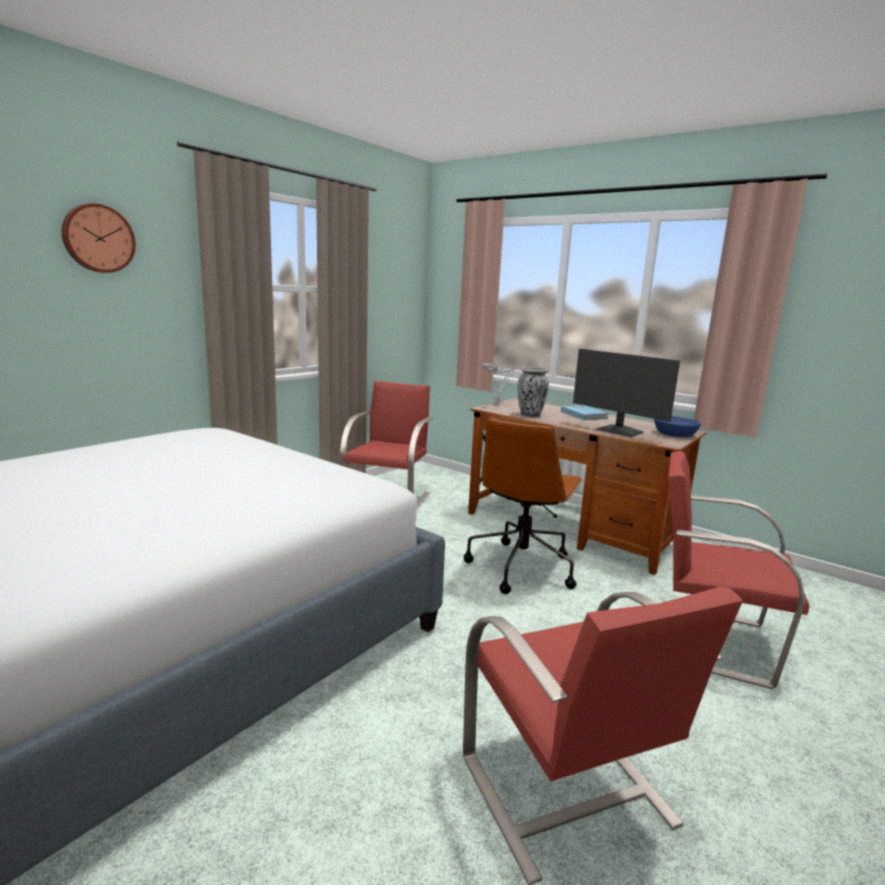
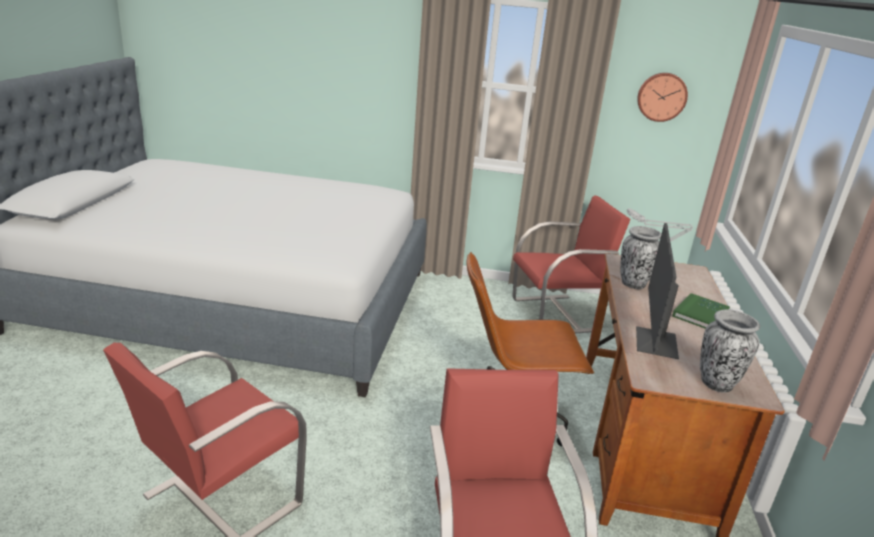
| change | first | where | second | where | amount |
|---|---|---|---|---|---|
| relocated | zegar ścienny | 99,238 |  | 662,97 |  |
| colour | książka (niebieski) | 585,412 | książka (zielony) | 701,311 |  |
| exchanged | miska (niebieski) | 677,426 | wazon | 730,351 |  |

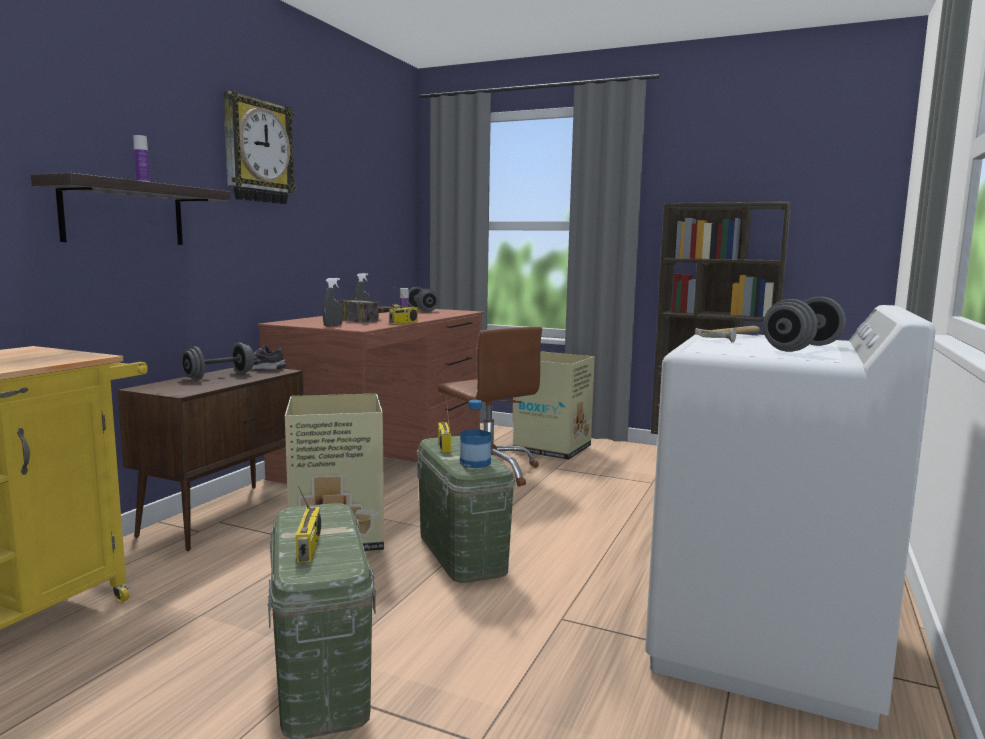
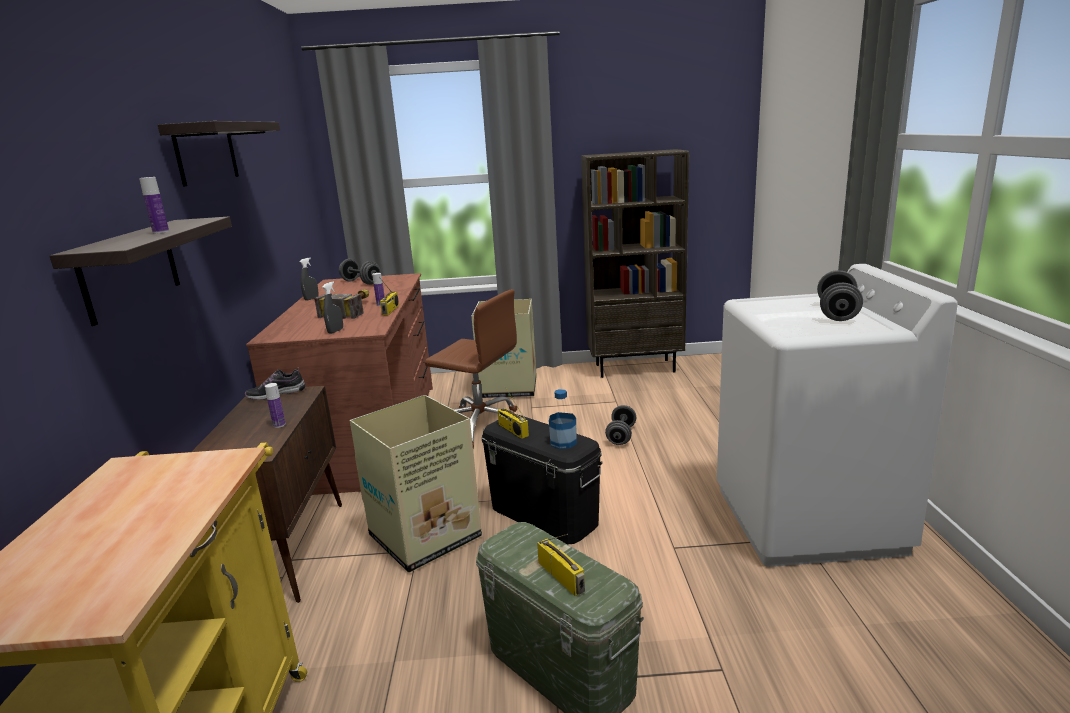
| change | first | where | second | where | amount |
|---|---|---|---|---|---|
| exchanged | zegar ścienny | 259,147 | półka | 219,154 |  |
| missing | młotek | 727,334 |  |  |  |
| relocated | hantel (szary) | 217,361 |  | 620,425 |  |
| colour | pojemnik do przechowywania (zielony) | 466,509 | pojemnik do przechowywania (czarny) | 542,479 |  |
| appeared |  |  | butelka | 275,405 |  |

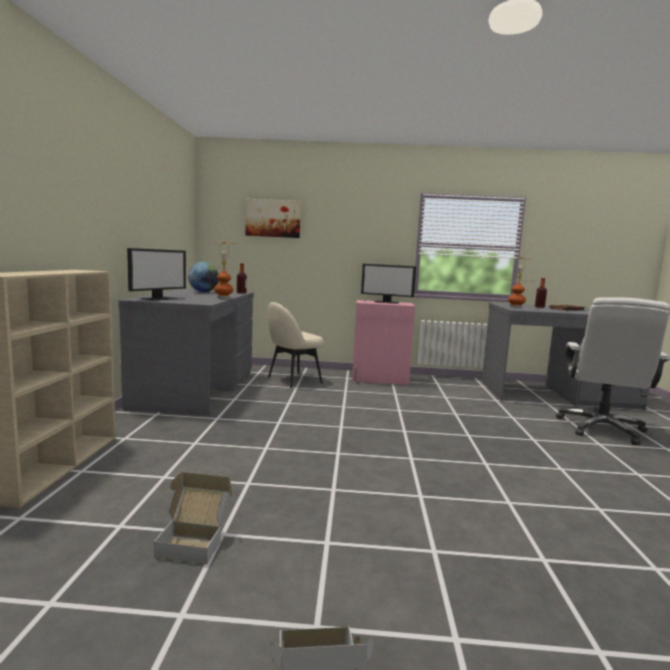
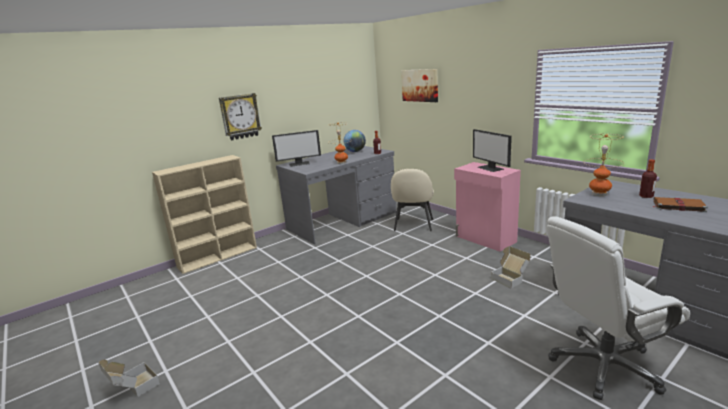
| change | first | where | second | where | amount |
|---|---|---|---|---|---|
| spun | krzesło (beżowy) | 296,345 |  | 412,200 | 90 degrees counterclockwise |
| relocated | karton | 193,518 |  | 511,267 |  |
| appeared |  |  | zegar ścienny | 240,117 |  |

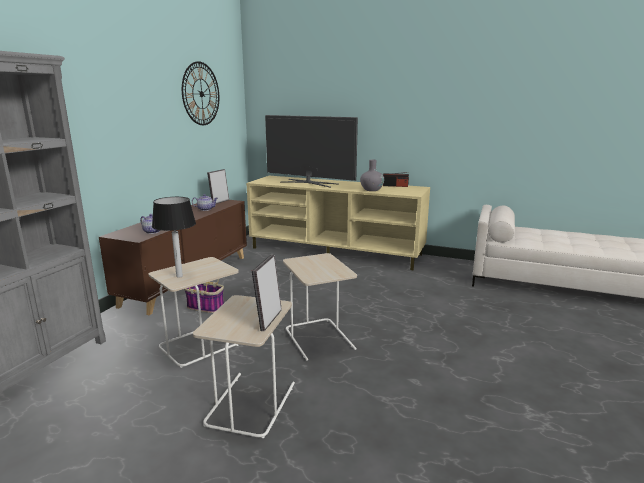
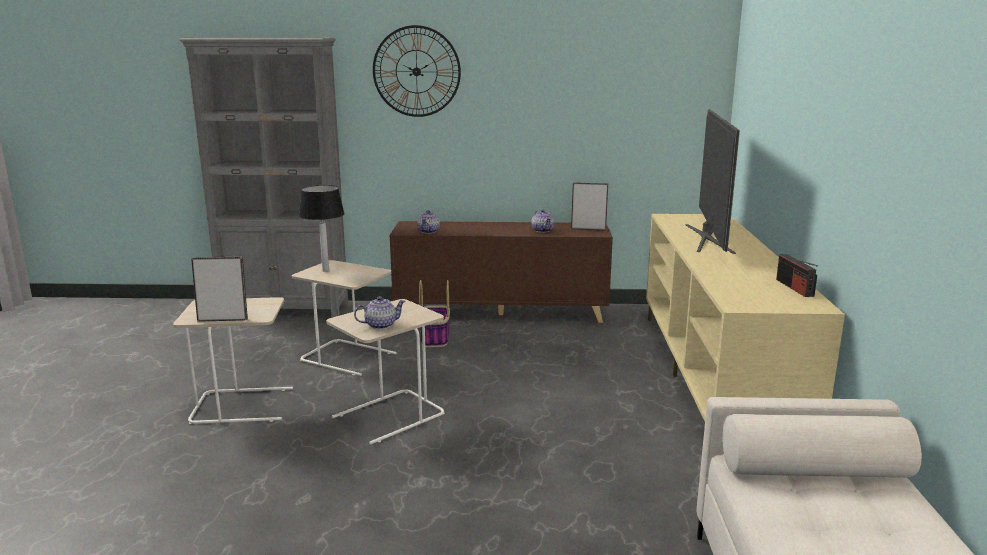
| change | first | where | second | where | amount |
|---|---|---|---|---|---|
| relocated | zegar ścienny | 200,93 |  | 417,71 |  |
| missing | wazon (szary) | 372,175 |  |  |  |
| appeared |  |  | imbryk | 379,312 |  |

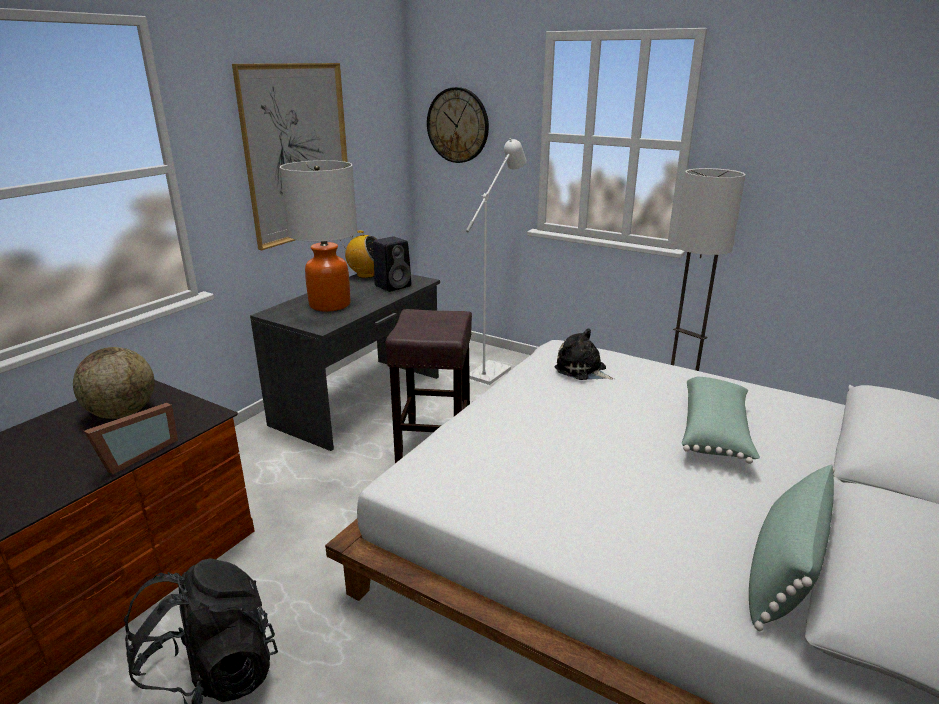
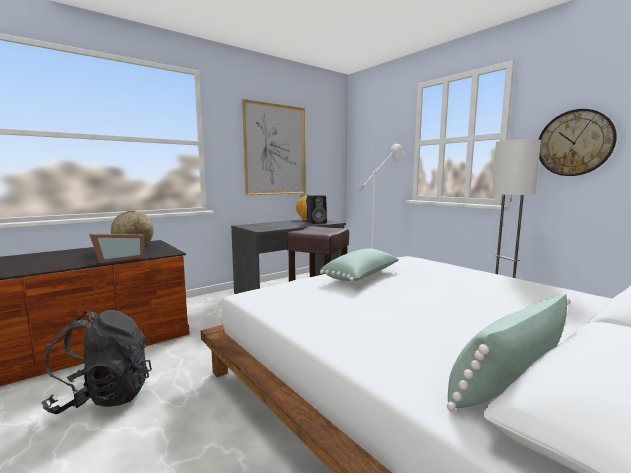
| change | first | where | second | where | amount |
|---|---|---|---|---|---|
| relocated | zegar ścienny | 458,125 |  | 577,142 |  |
| missing | lampa stołowa | 319,236 |  |  |  |
| missing | pluszak | 584,354 |  |  |  |
| relocated | poduszka (zielony) | 721,420 |  | 359,264 |  |

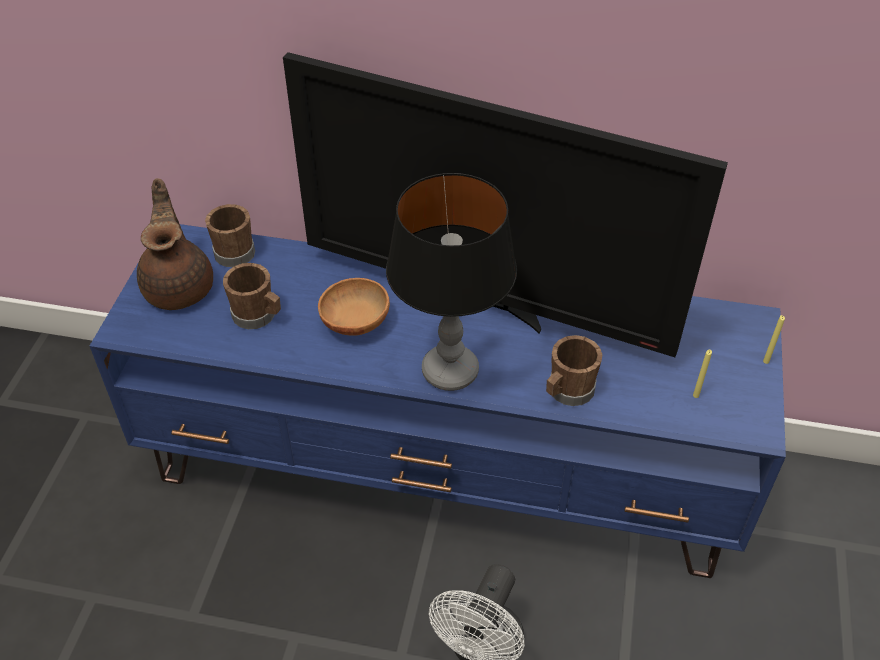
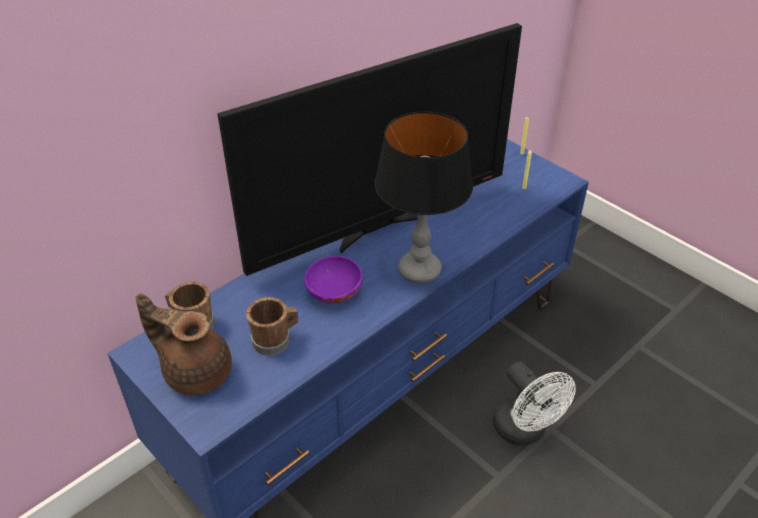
| change | first | where | second | where | amount |
|---|---|---|---|---|---|
| colour | miska (brązowy) | 354,307 | miska (fioletowy) | 333,280 |  |
| missing | kubek (brązowy) | 574,370 |  |  |  |

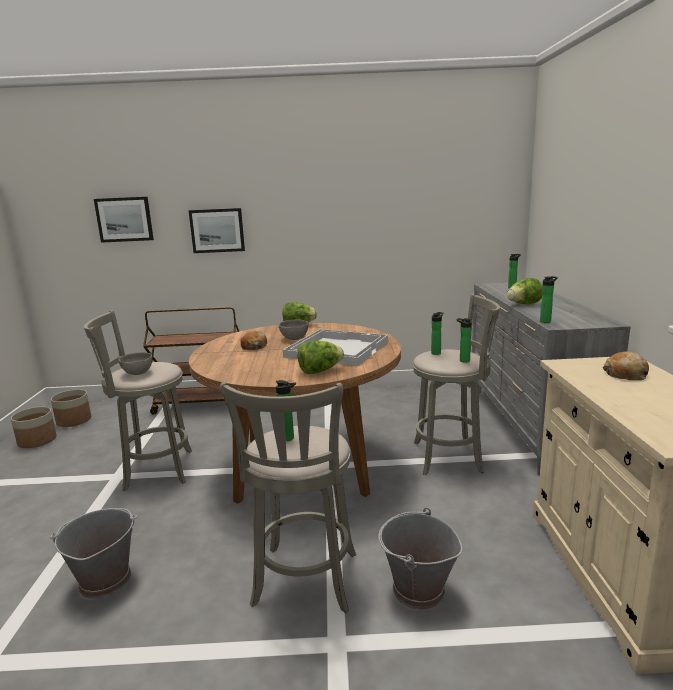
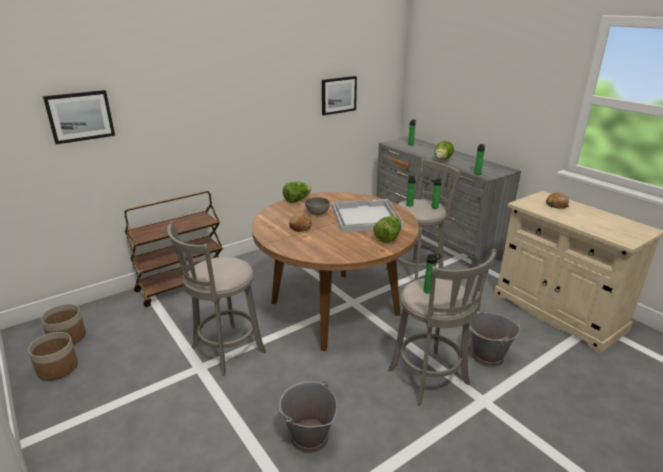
| change | first | where | second | where | amount |
|---|---|---|---|---|---|
| relocated | obraz | 216,230 |  | 339,95 |  |
| missing | miska (szary) | 135,363 |  |  |  |

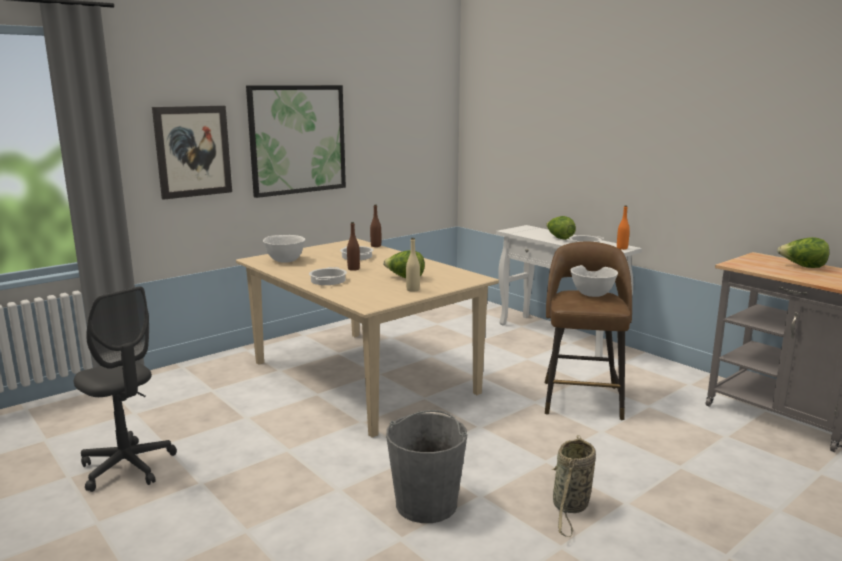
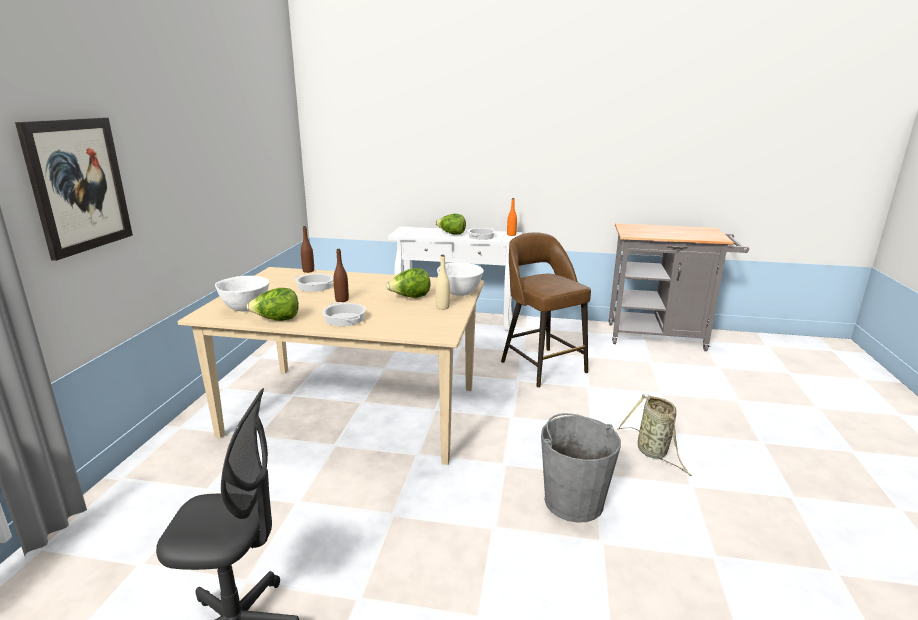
| change | first | where | second | where | amount |
|---|---|---|---|---|---|
| missing | obraz | 296,141 |  |  |  |
| relocated | sałata | 803,252 |  | 272,304 |  |
| relocated | miska (biały) | 594,281 |  | 460,279 |  |

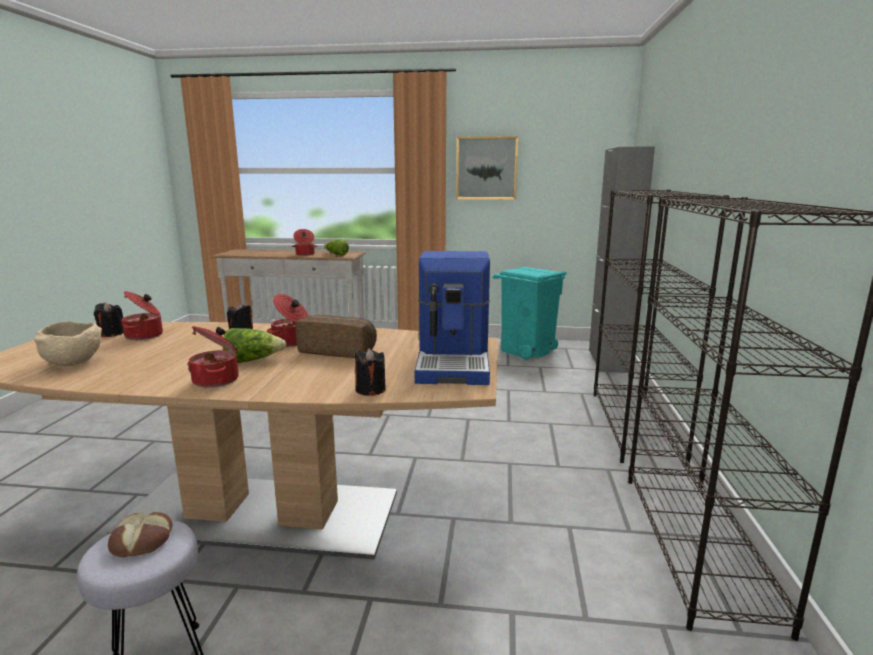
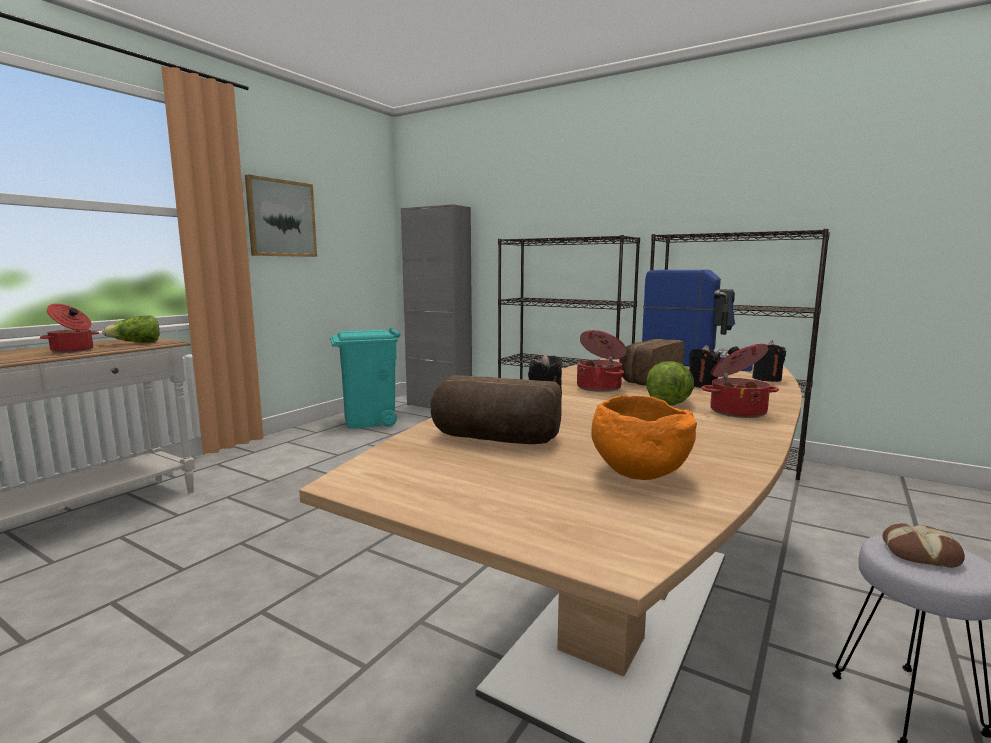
| change | first | where | second | where | amount |
|---|---|---|---|---|---|
| exchanged | garnek | 142,315 | chleb | 496,409 |  |
| relocated | świeca (czarny) | 109,319 |  | 705,367 |  |
| colour | miska (beżowy) | 68,343 | miska (pomarańczowy) | 644,437 |  |

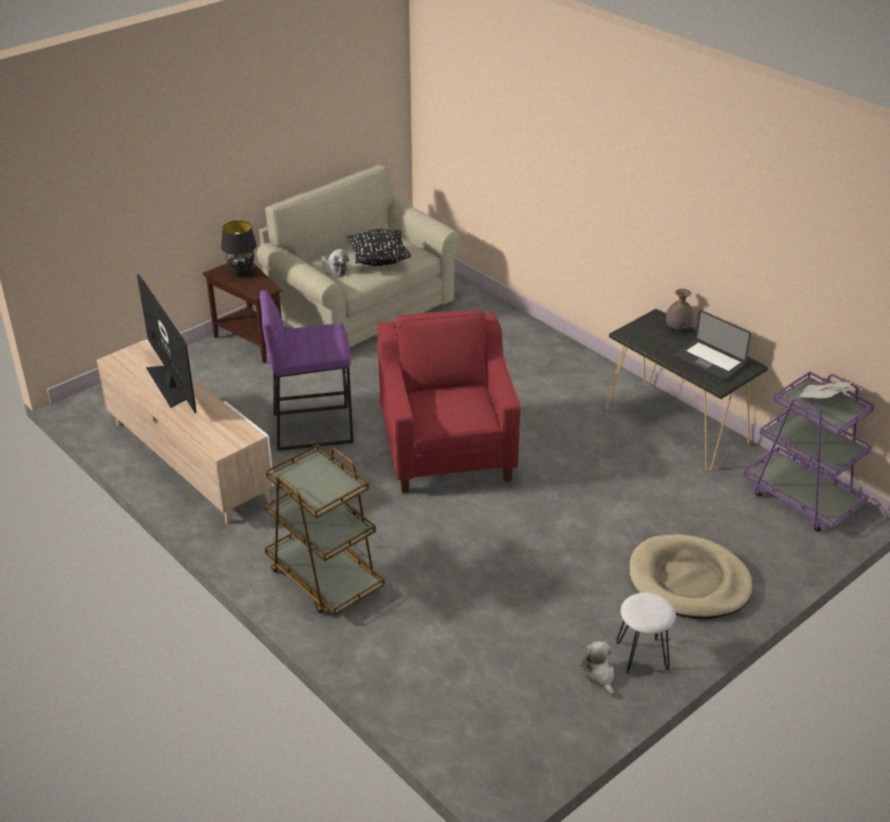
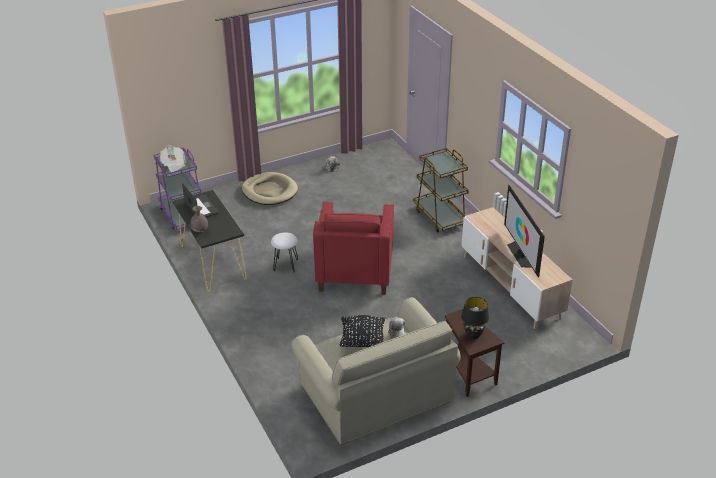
| change | first | where | second | where | amount |
|---|---|---|---|---|---|
| missing | stołek (fioletowy) | 306,370 |  |  |  |
| relocated | stołek (biały) | 646,633 |  | 284,252 |  |

